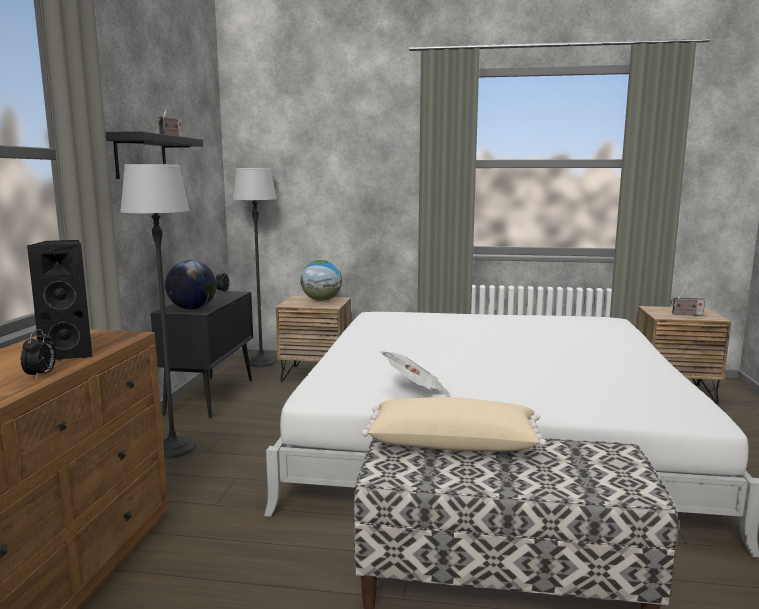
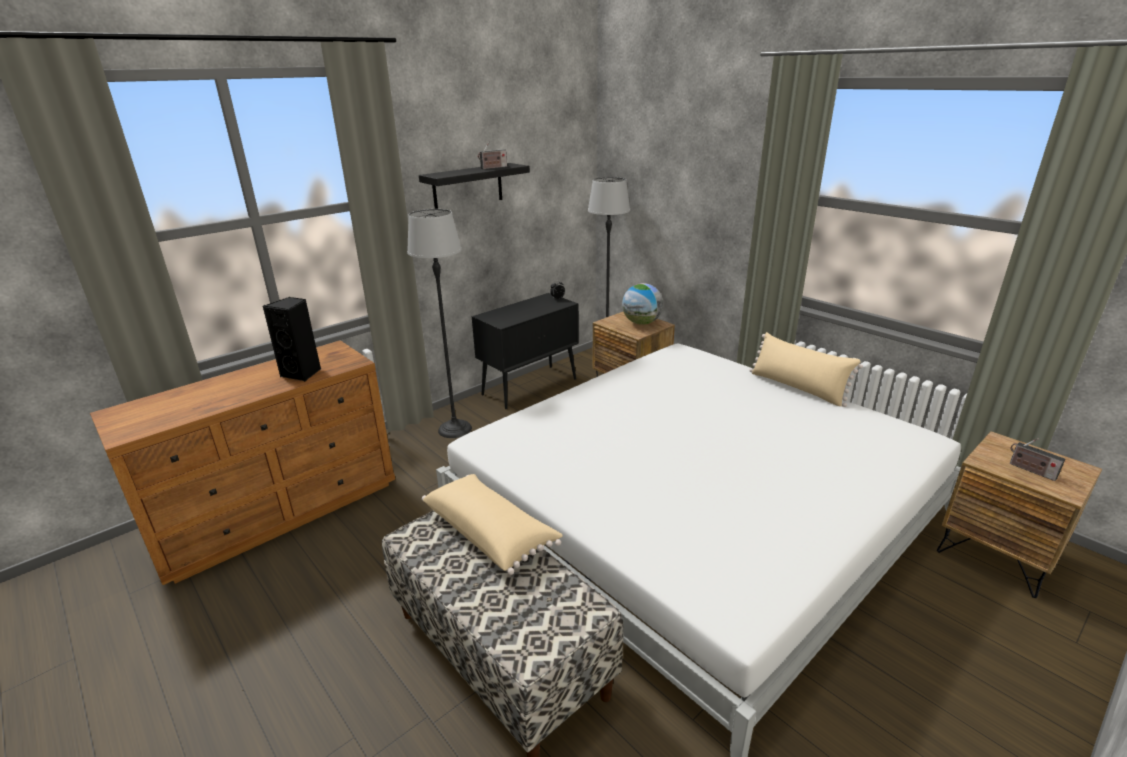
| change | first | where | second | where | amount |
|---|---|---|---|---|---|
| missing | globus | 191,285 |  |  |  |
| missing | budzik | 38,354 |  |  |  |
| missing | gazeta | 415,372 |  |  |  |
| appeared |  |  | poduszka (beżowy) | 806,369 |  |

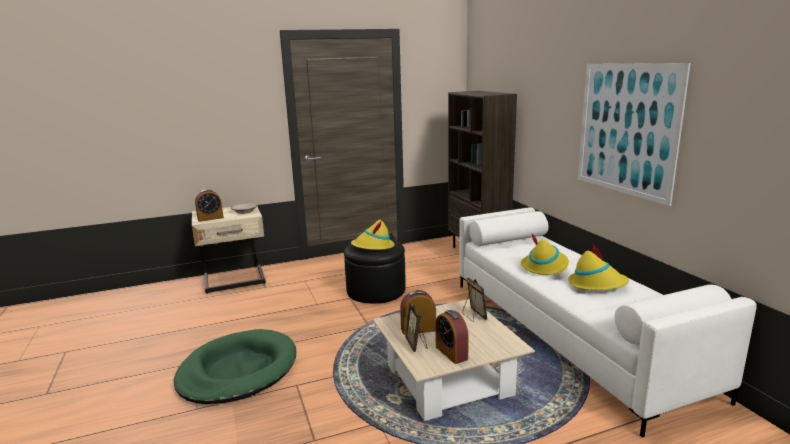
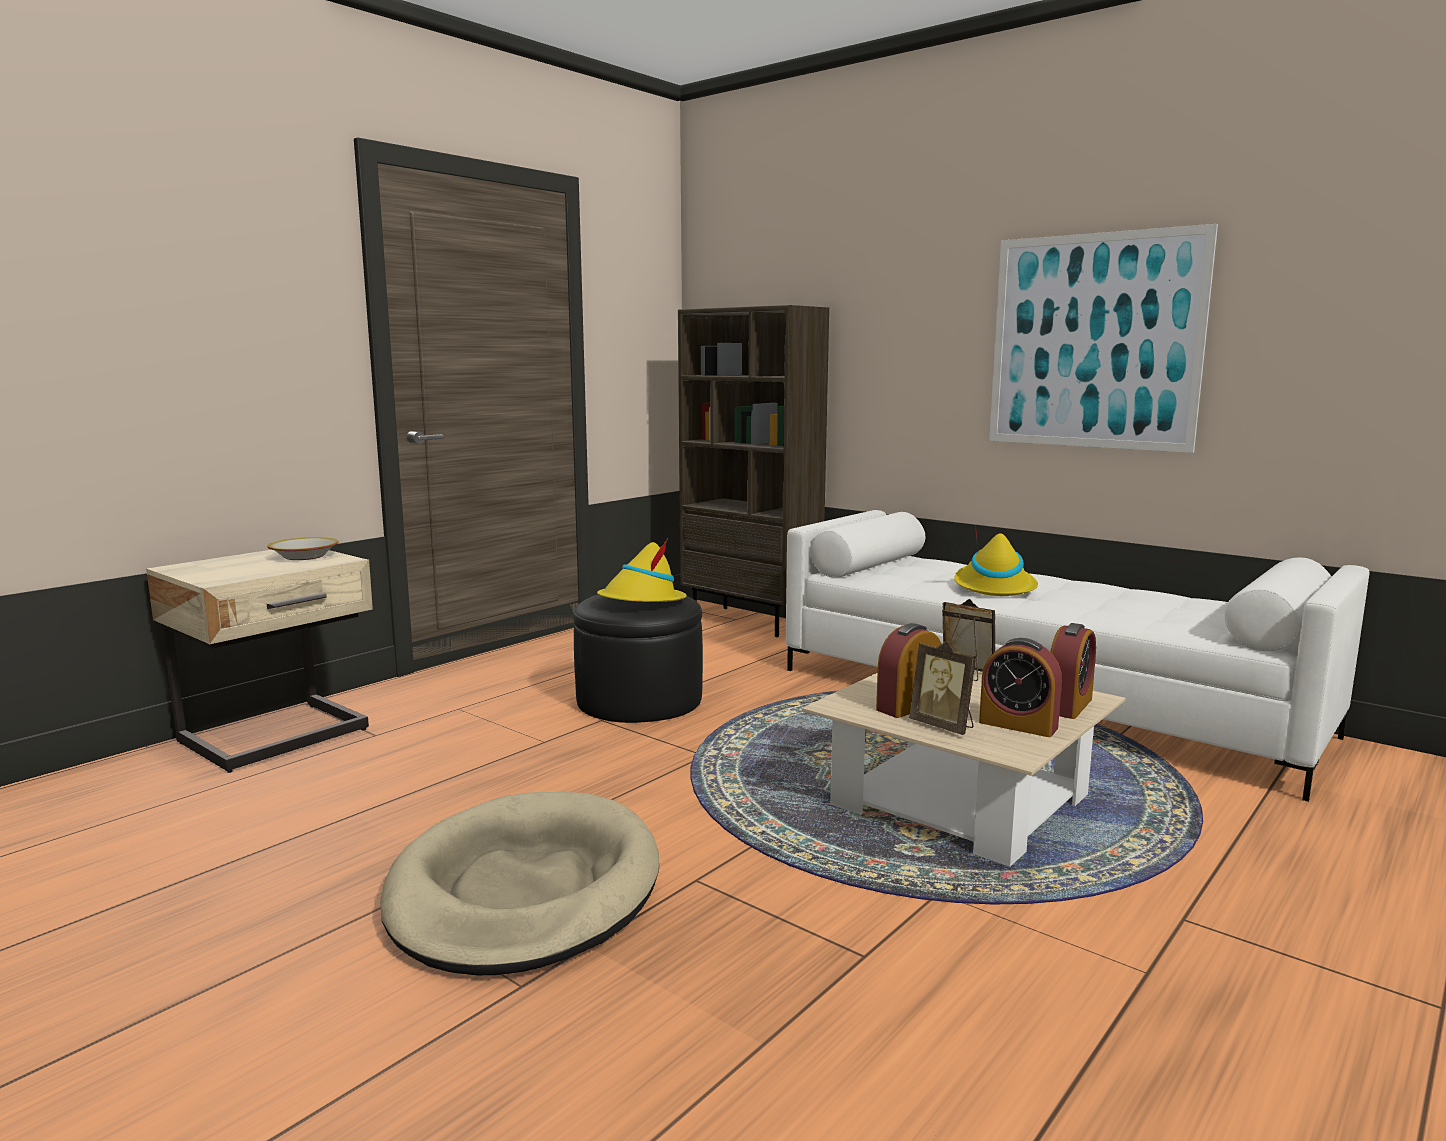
| change | first | where | second | where | amount |
|---|---|---|---|---|---|
| relocated | budzik | 209,205 |  | 1073,671 |  |
| missing | kapelusz (żółty) | 598,266 |  |  |  |
| colour | legowisko (zielony) | 235,366 | legowisko (beżowy) | 519,883 |  |

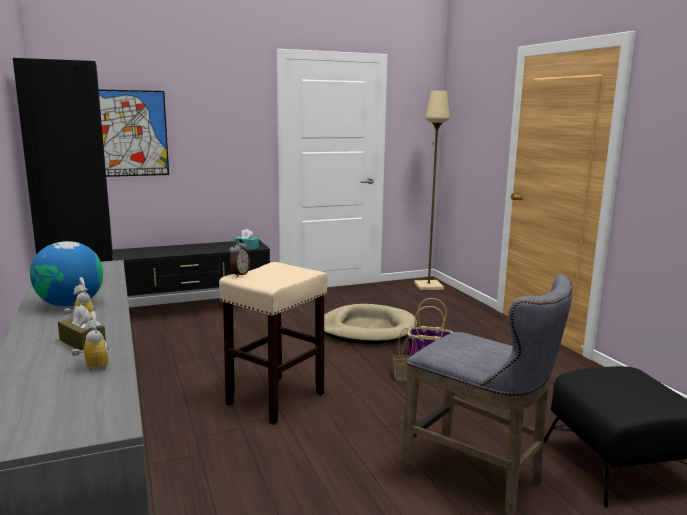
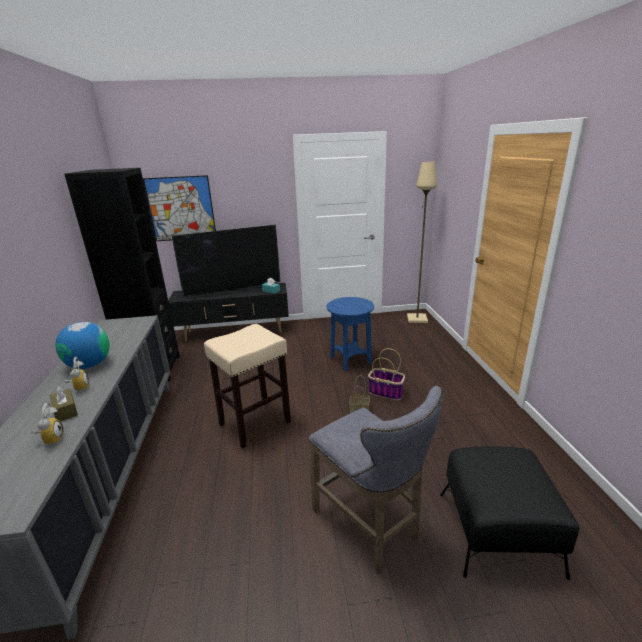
| change | first | where | second | where | amount |
|---|---|---|---|---|---|
| missing | budzik | 239,258 |  |  |  |
| exchanged | legowisko (beżowy) | 370,324 | stolik (niebieski) | 350,334 |  |
| appeared |  |  | telewizor | 226,261 |  |

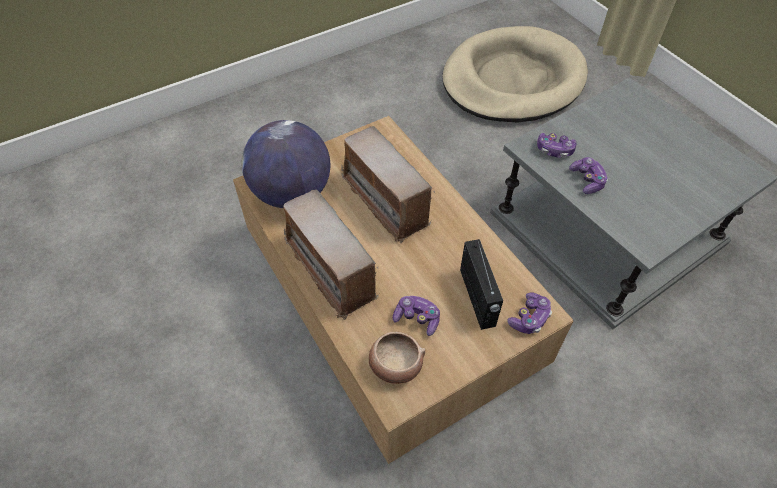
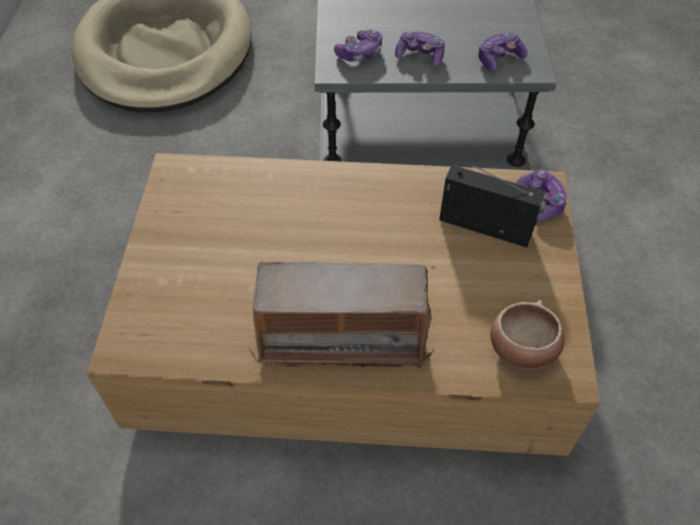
| change | first | where | second | where | amount |
|---|---|---|---|---|---|
| missing | globus | 286,164 |  |  |  |
| missing | radio | 388,185 |  |  |  |
| relocated | pad do gier | 416,316 |  | 503,52 |  |

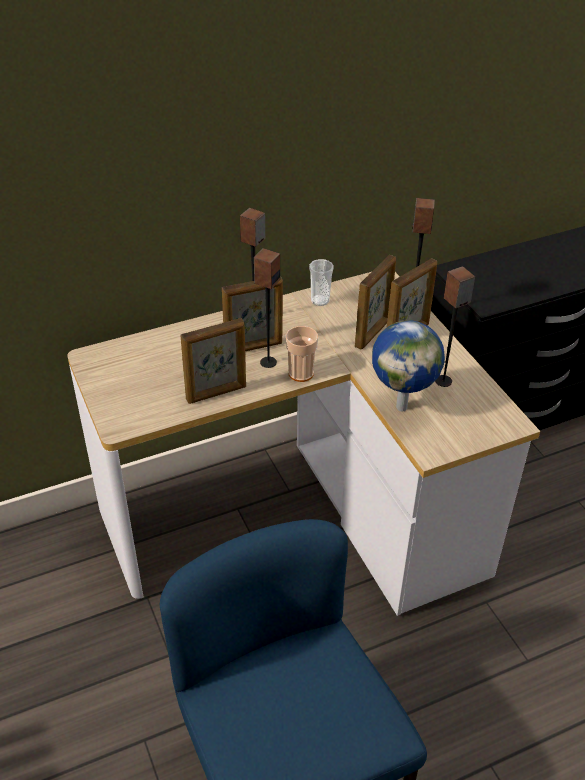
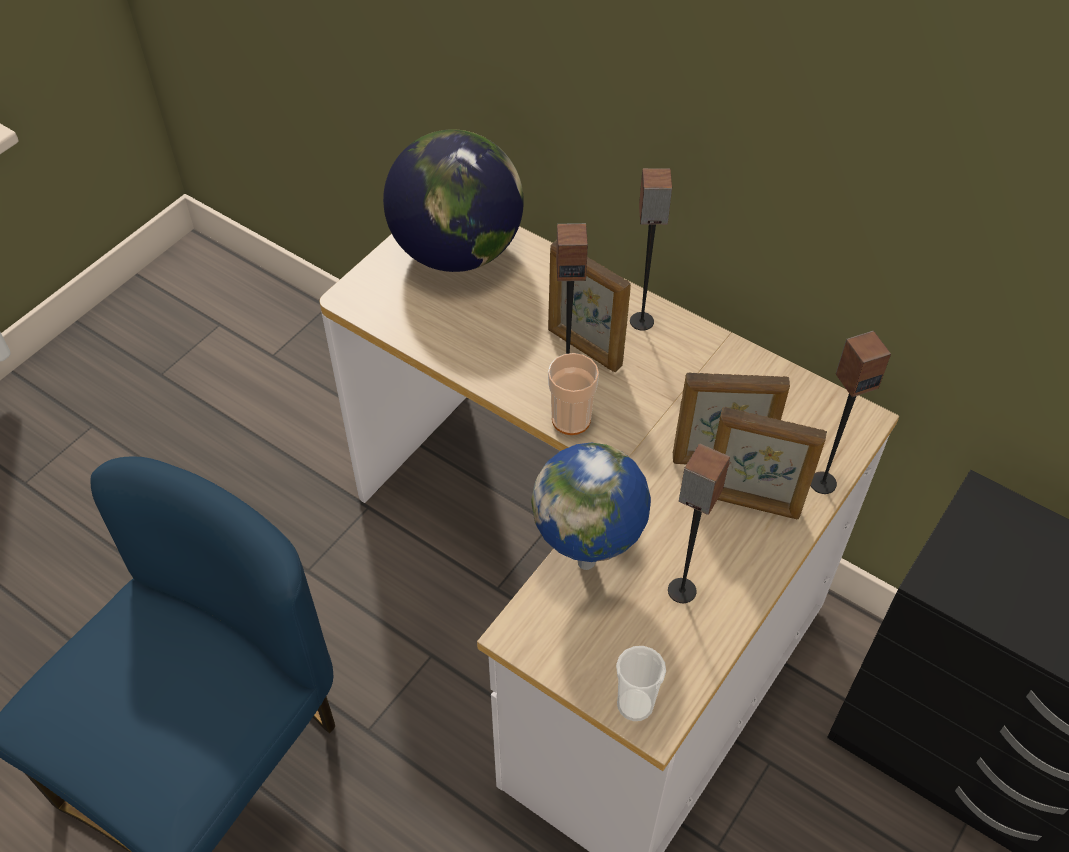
| change | first | where | second | where | amount |
|---|---|---|---|---|---|
| relocated | filiżanka | 321,282 |  | 641,683 |  |
| missing | ramka na zdjęcie | 213,361 |  |  |  |
| appeared |  |  | globus | 453,200 |  |

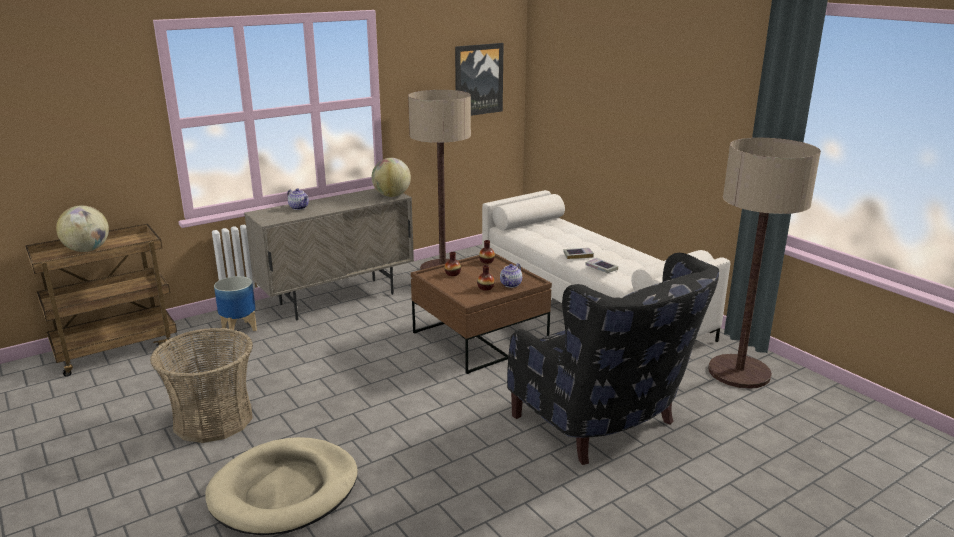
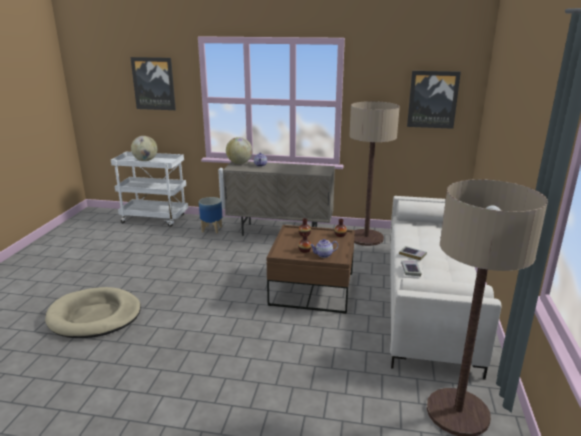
| change | first | where | second | where | amount |
|---|---|---|---|---|---|
| relocated | globus | 391,177 |  | 239,150 |  |
| colour | wózek (brązowy) | 101,300 | wózek (biały) | 149,189 |  |
| missing | fotel (czarny) | 613,359 |  |  |  |
| missing | koszyk | 201,385 |  |  |  |
| appeared |  |  | obraz | 153,83 |  |

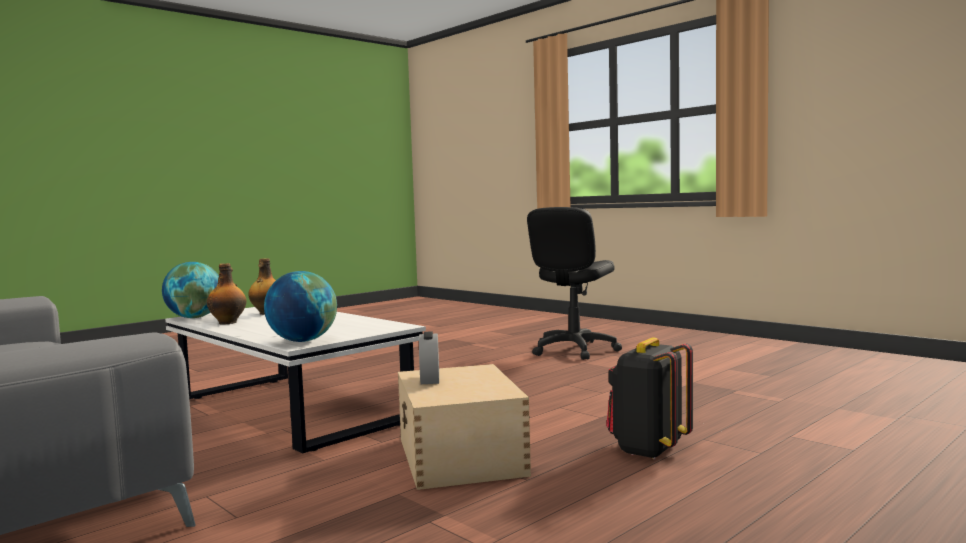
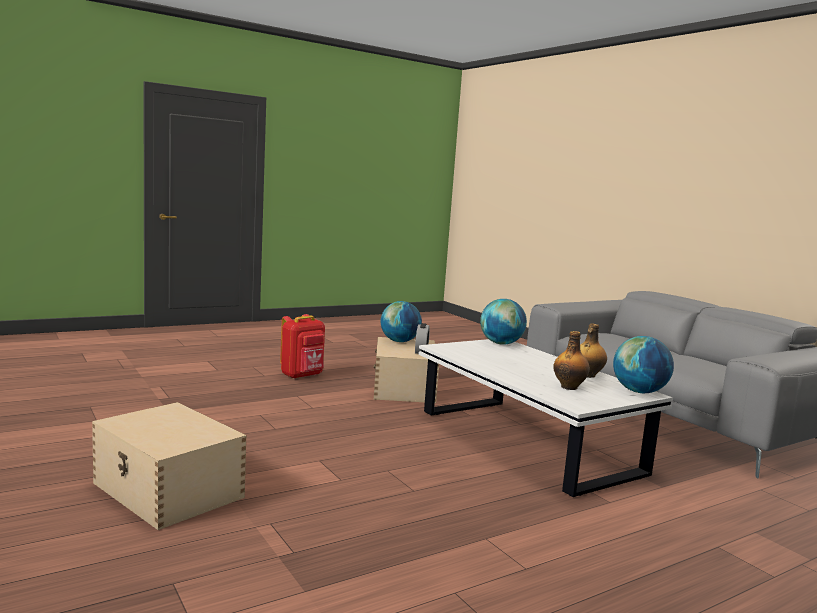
| change | first | where | second | where | amount |
|---|---|---|---|---|---|
| exchanged | krzesło biurowe (czarny) | 574,283 | pojemnik do przechowywania (beżowy) | 169,466 |  |
| colour | plecak (czarny) | 649,398 | plecak (czerwony) | 302,346 |  |
| appeared |  |  | globus | 401,321 |  |

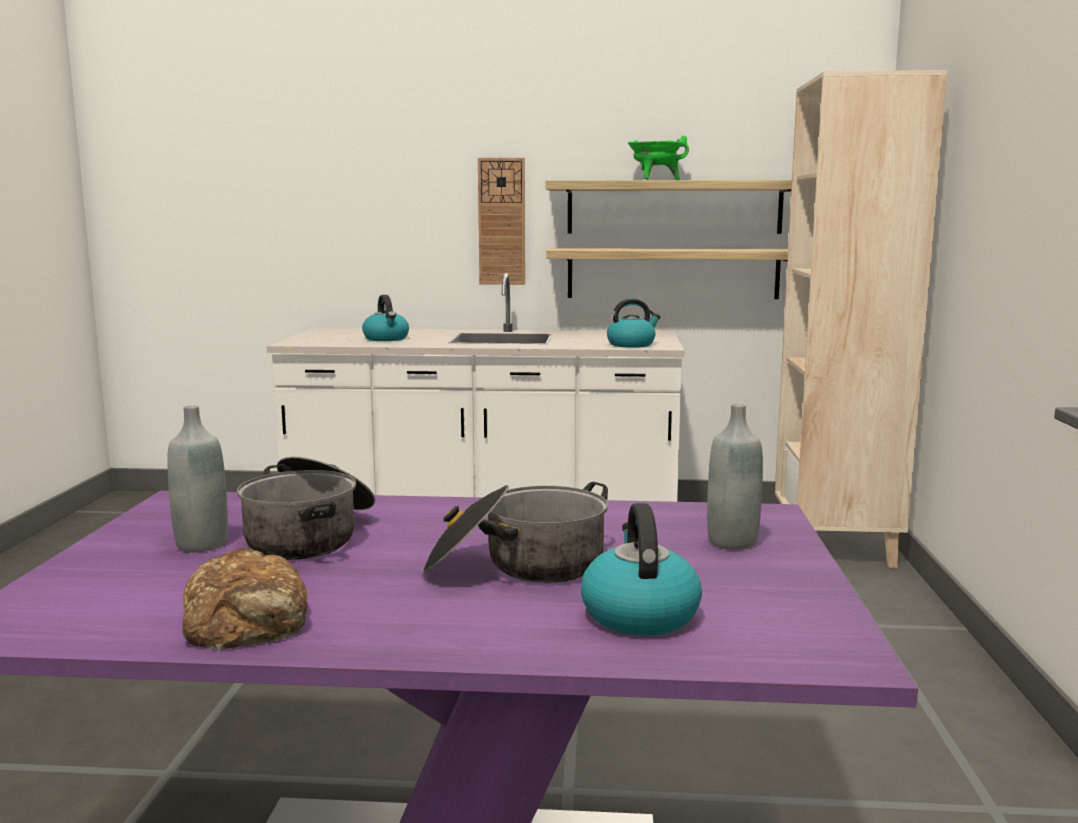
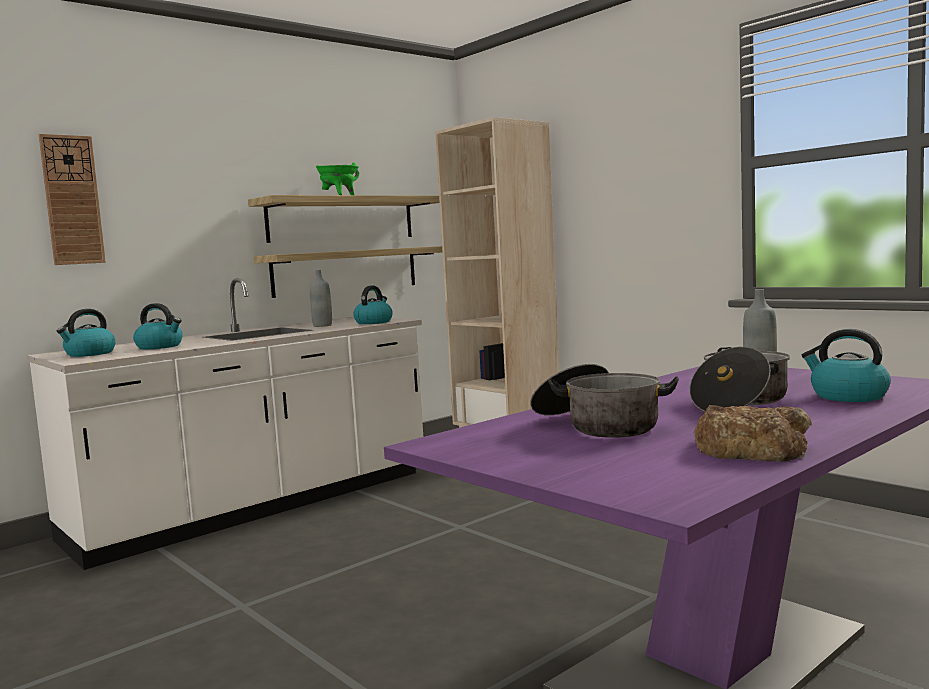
| change | first | where | second | where | amount |
|---|---|---|---|---|---|
| relocated | zegar ścienny | 501,221 |  | 72,199 |  |
| relocated | butelka (szary) | 197,478 |  | 321,298 |  |
| appeared |  |  | czajnik | 86,333 |  |

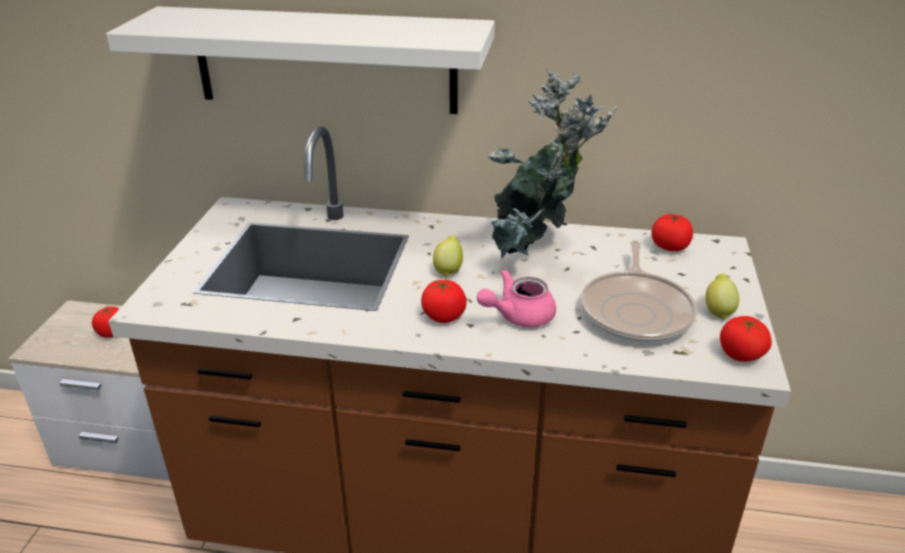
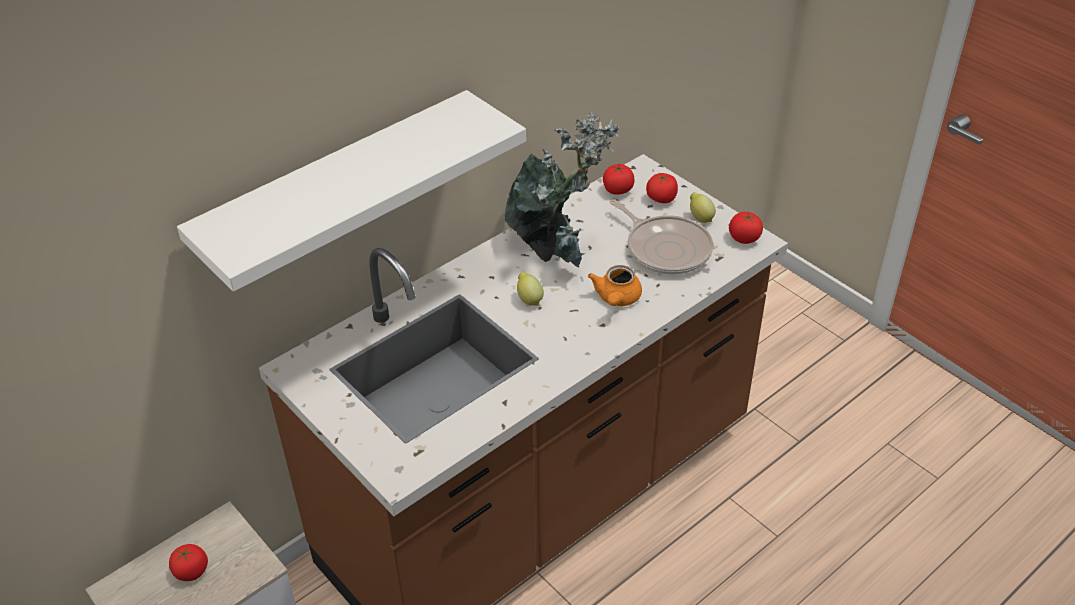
| change | first | where | second | where | amount |
|---|---|---|---|---|---|
| colour | imbryk (różowy) | 516,298 | imbryk (pomarańczowy) | 615,285 |  |
| relocated | pomidor | 444,301 |  | 662,188 |  |

